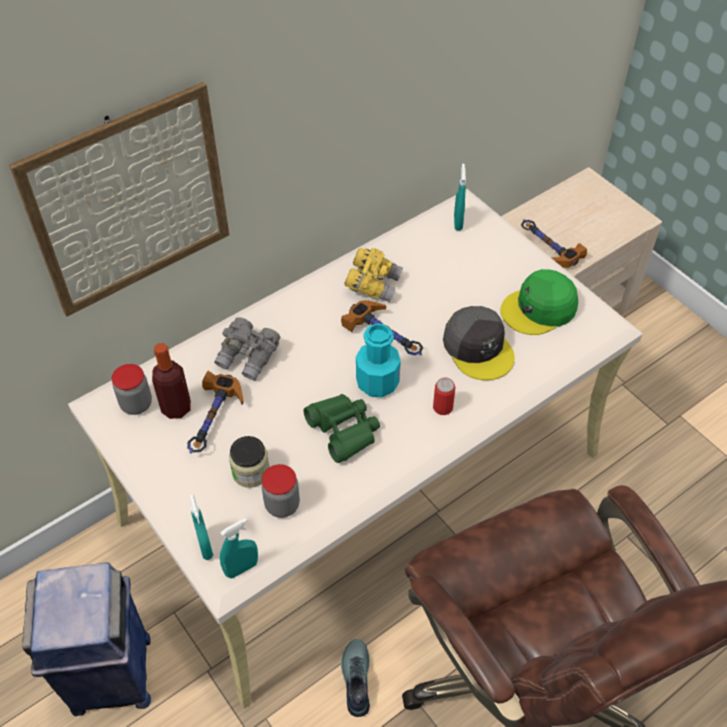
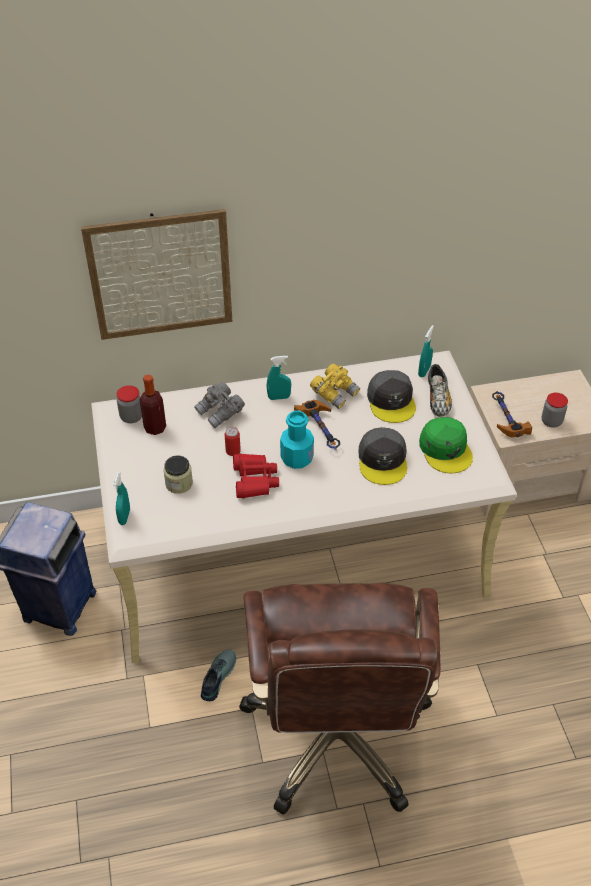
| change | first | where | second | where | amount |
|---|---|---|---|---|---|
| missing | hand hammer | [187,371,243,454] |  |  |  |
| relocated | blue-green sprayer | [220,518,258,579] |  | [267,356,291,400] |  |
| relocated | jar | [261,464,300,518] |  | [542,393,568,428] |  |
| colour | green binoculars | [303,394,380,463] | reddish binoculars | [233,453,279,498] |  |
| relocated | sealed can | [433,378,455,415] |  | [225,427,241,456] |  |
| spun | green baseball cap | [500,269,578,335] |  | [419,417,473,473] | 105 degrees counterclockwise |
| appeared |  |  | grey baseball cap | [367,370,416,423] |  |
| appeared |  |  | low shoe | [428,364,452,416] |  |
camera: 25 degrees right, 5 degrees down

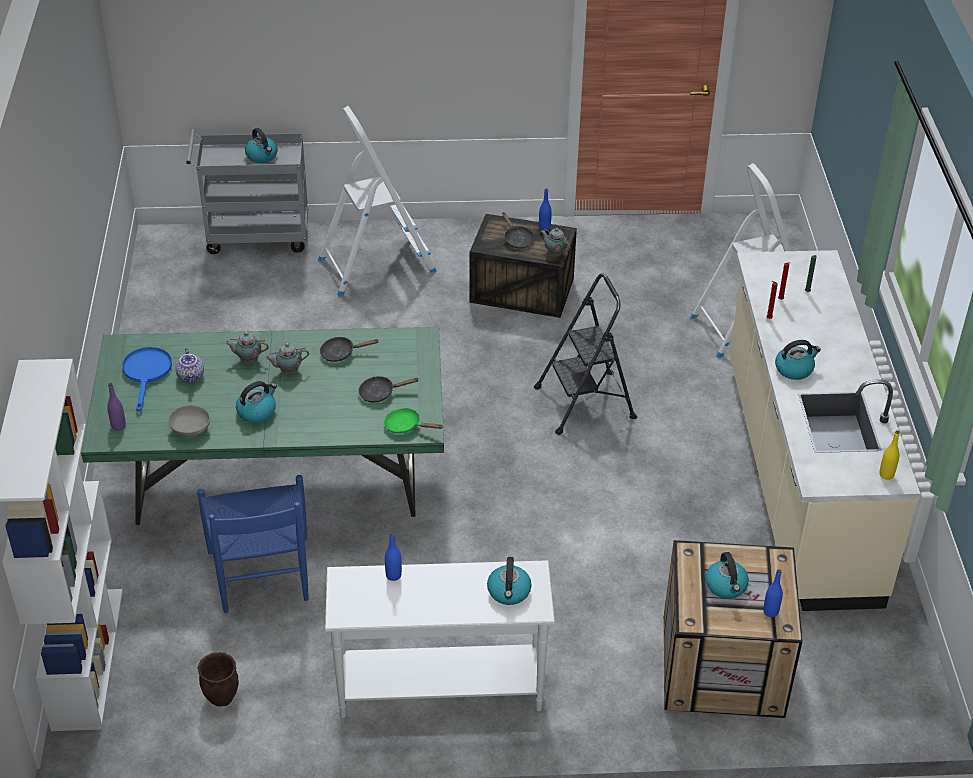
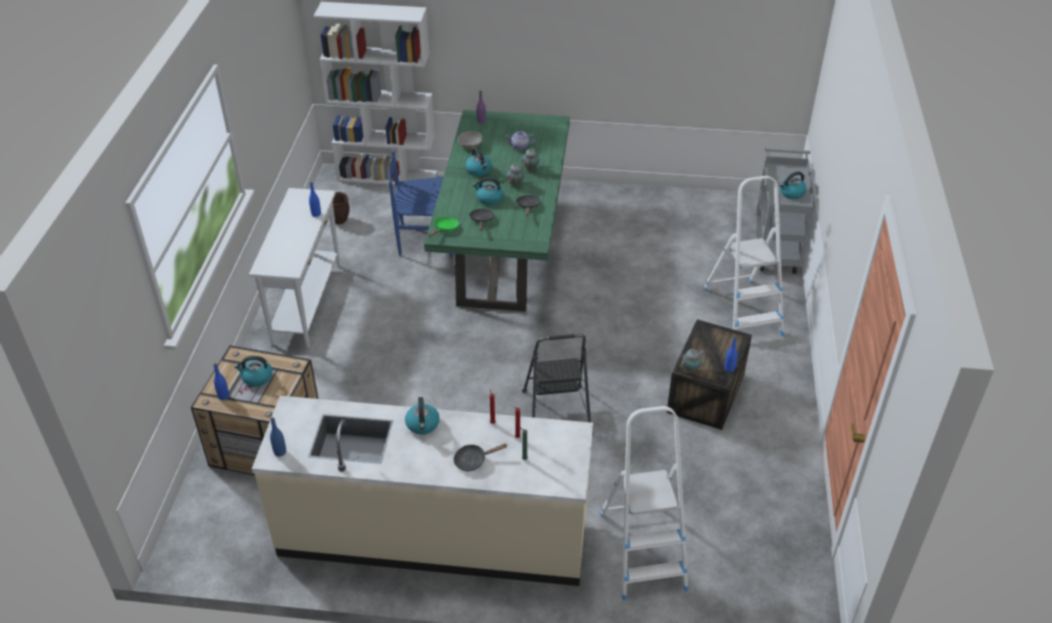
| change | first | where | second | where | amount |
|---|---|---|---|---|---|
| missing | bluish skillet | [122,347,172,412] |  |  |  |
| relocated | kettle | [487,557,532,605] |  | [473,177,503,205] |  |
| relocated | blackish skillet | [502,212,534,249] |  | [454,444,508,471] |  |
| colour | yellow-coloured bottle | [879,430,900,480] | bluish bottle | [270,417,286,457] |  |
camera: 100 degrees right, 0 degrees up

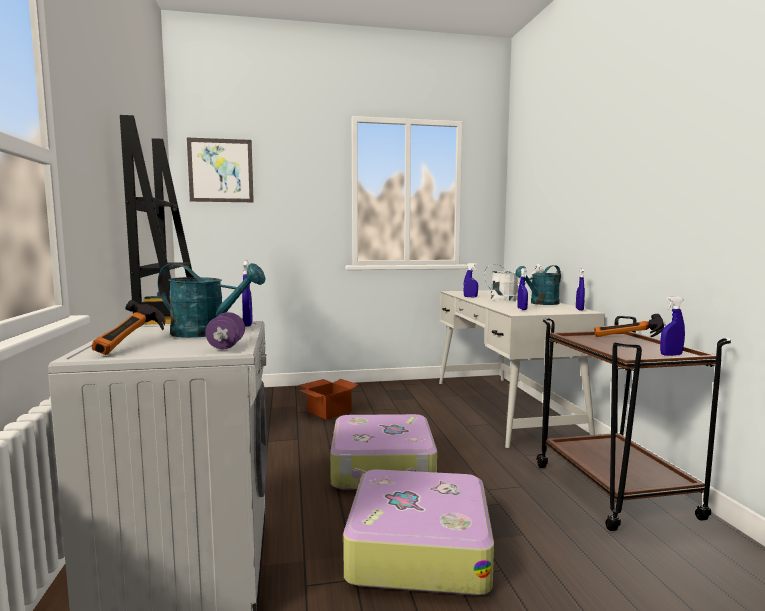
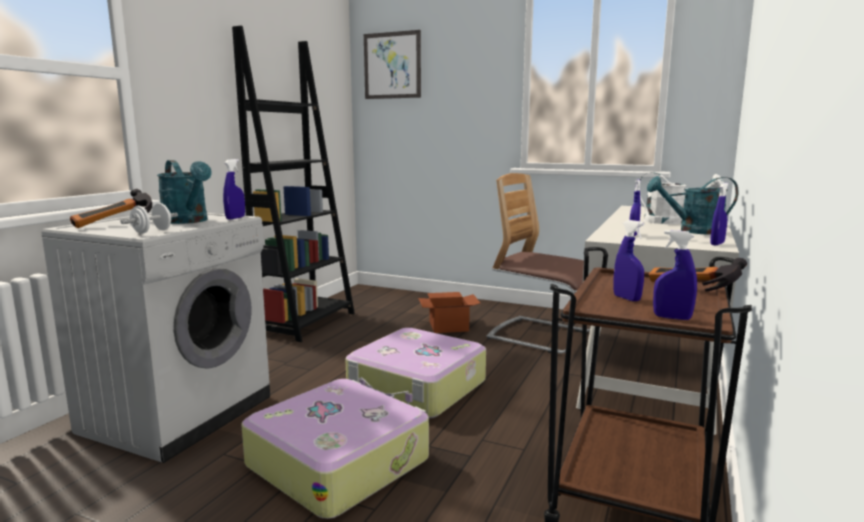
| change | first | where | second | where | amount |
|---|---|---|---|---|---|
| colour | purplish dumbbell | [205,312,245,349] | white-coloured dumbbell | [120,203,178,234] |  |
| relocated | bluish sprayer | [463,263,478,297] |  | [613,220,645,301] |  |
| appeared |  |  | chair | [486,173,590,353] |  |
camera: 35 degrees right, 5 degrees up

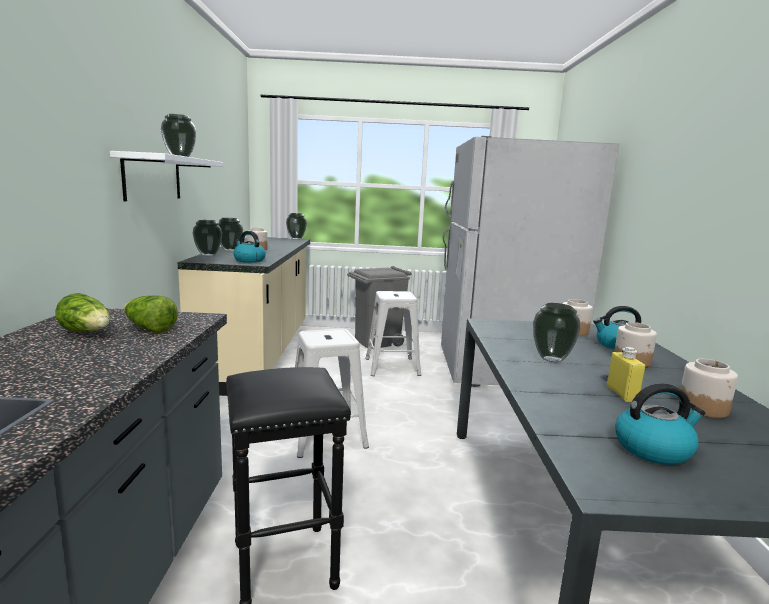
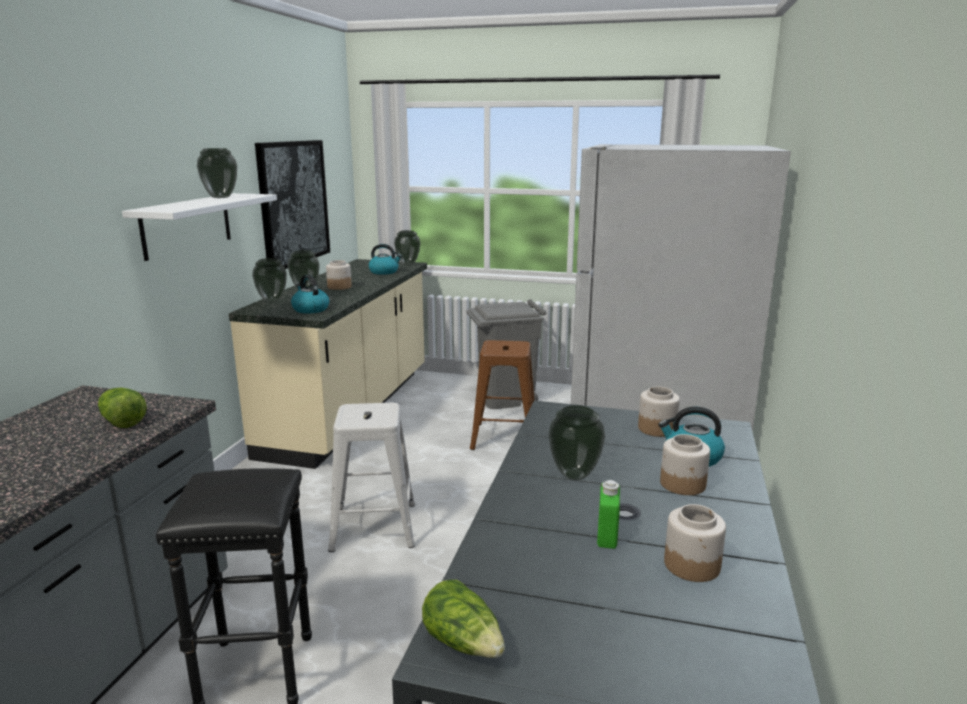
| change | first | where | second | where | amount |
|---|---|---|---|---|---|
| relocated | lettuce | [55,293,110,332] |  | [422,580,505,658] |  |
| colour | white-coloured sitting stool | [365,291,421,376] | brown sitting stool | [470,340,534,450] |  |
| colour | yellow-coloured bottle | [607,347,645,402] | green bottle | [597,480,620,549] |  |
| relocated | kettle | [615,383,705,465] |  | [369,244,402,275] |  |
| appeared |  |  | wall picture | [255,140,330,269] |  |
camera: 15 degrees right, 5 degrees up

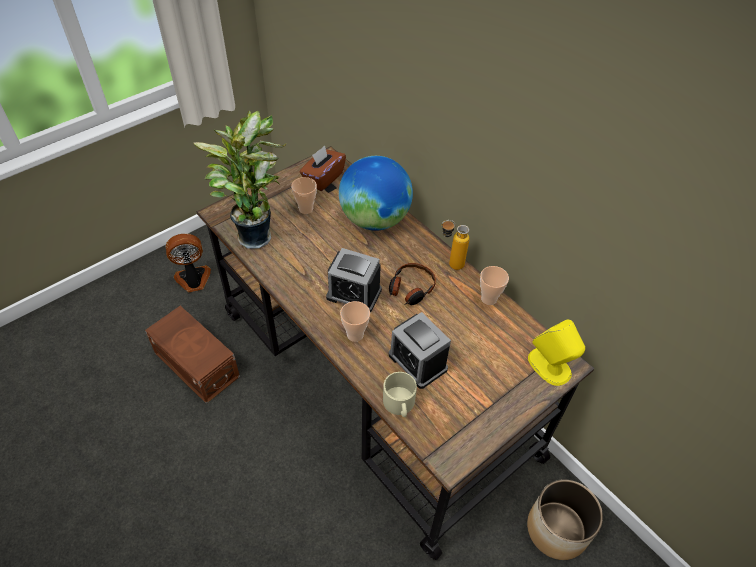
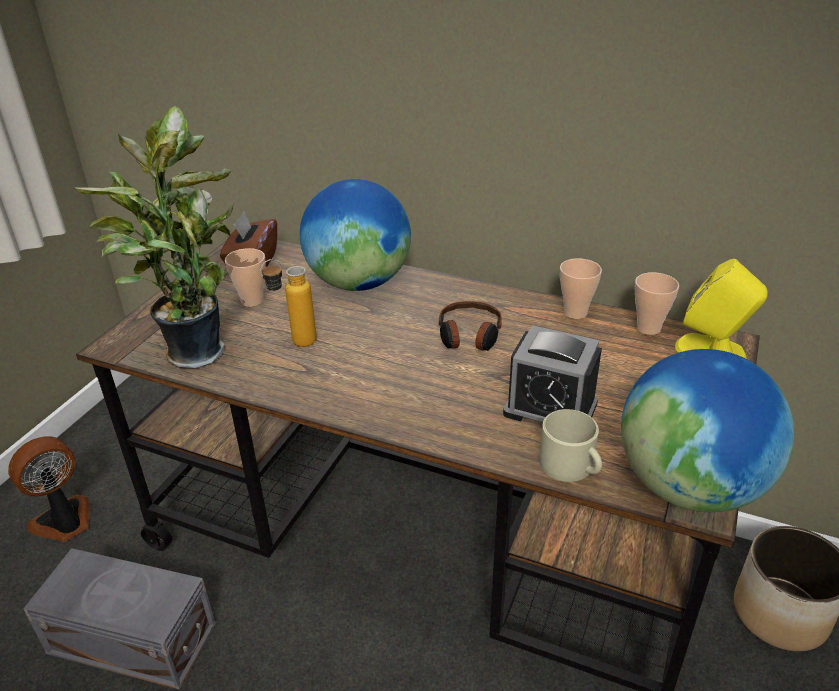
| change | first | where | second | where | amount |
|---|---|---|---|---|---|
| colour | brown storage container | [145,306,240,404] | grey storage container | [23,548,216,689] |  |
| missing | alarm clock | [326,248,382,312] |  |  |  |
| relocated | cup | [340,301,370,342] |  | [635,272,679,335] |  |
| relocated | bottle | [441,220,470,270] |  | [260,259,317,347] |  |
| appeared |  |  | world globe | [621,349,794,512] |  |
camera: 25 degrees left, 15 degrees down

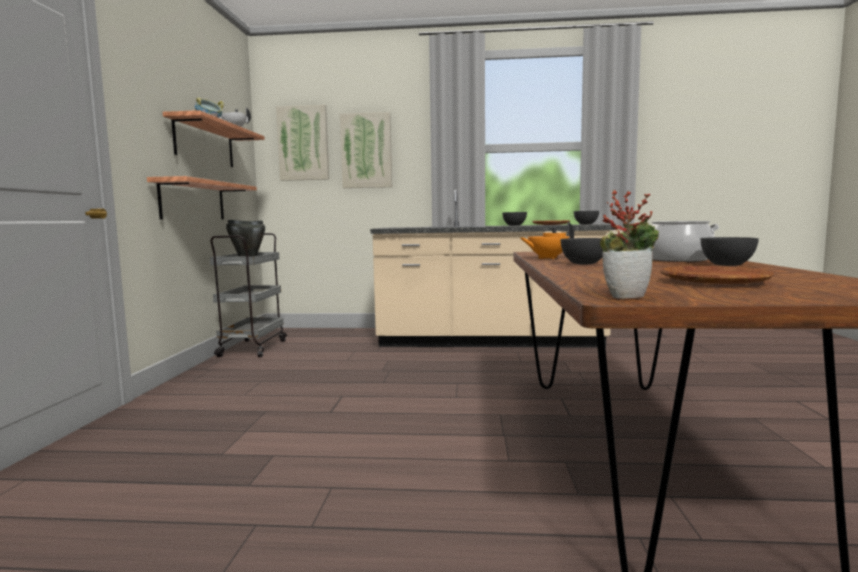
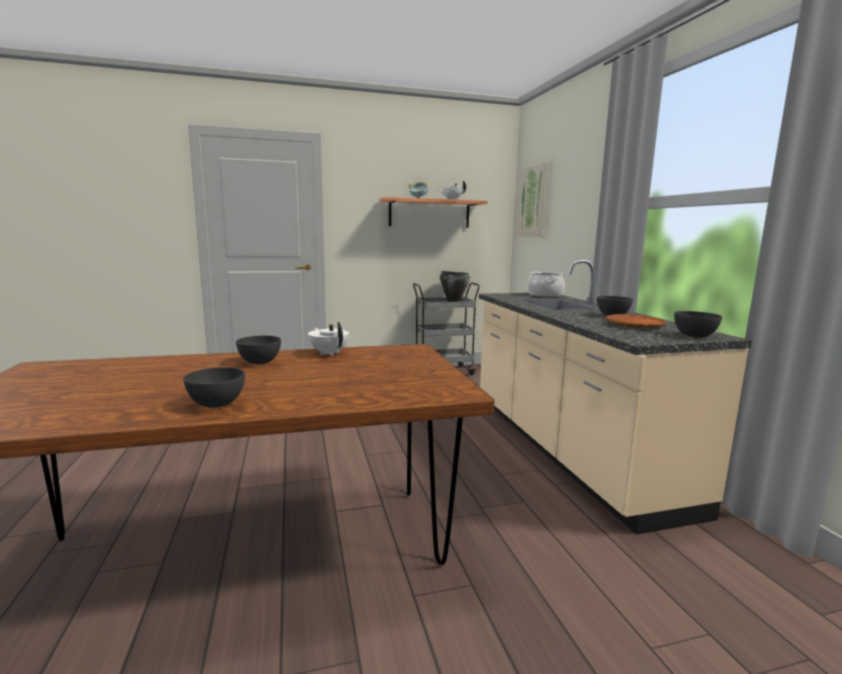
| change | first | where | second | where | amount |
|---|---|---|---|---|---|
| missing | wall shelf | [147,176,257,220] |  |  |  |
| missing | wall picture | [340,112,392,188] |  |  |  |
| colour | orange-coloured pot for tea | [521,221,574,259] | white-coloured pot for tea | [308,322,349,356] |  |
| missing | plant in a pot | [600,190,659,299] |  |  |  |
| relocated | cooking pot | [651,221,719,262] |  | [527,272,565,297] |  |
| missing | brown flat dish | [660,266,774,284] |  |  |  |
camera: 70 degrees right, 5 degrees up

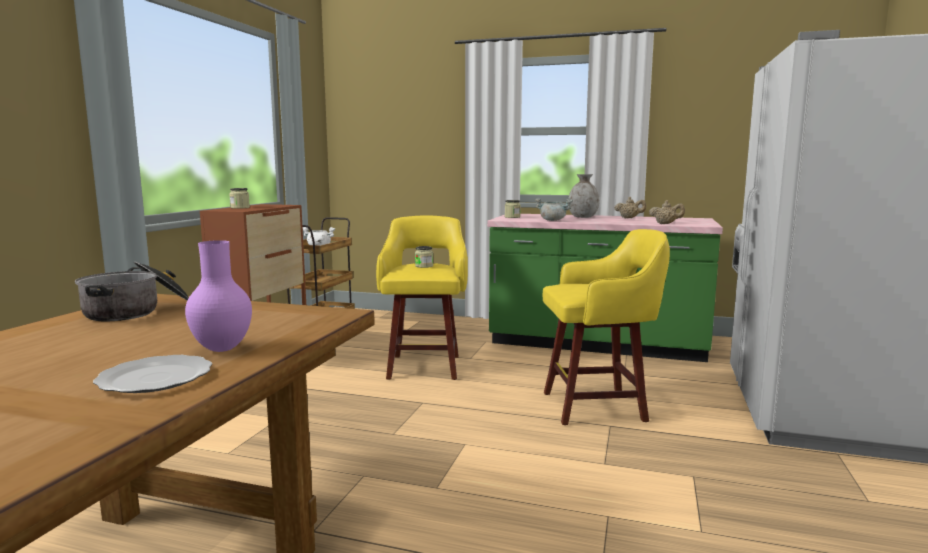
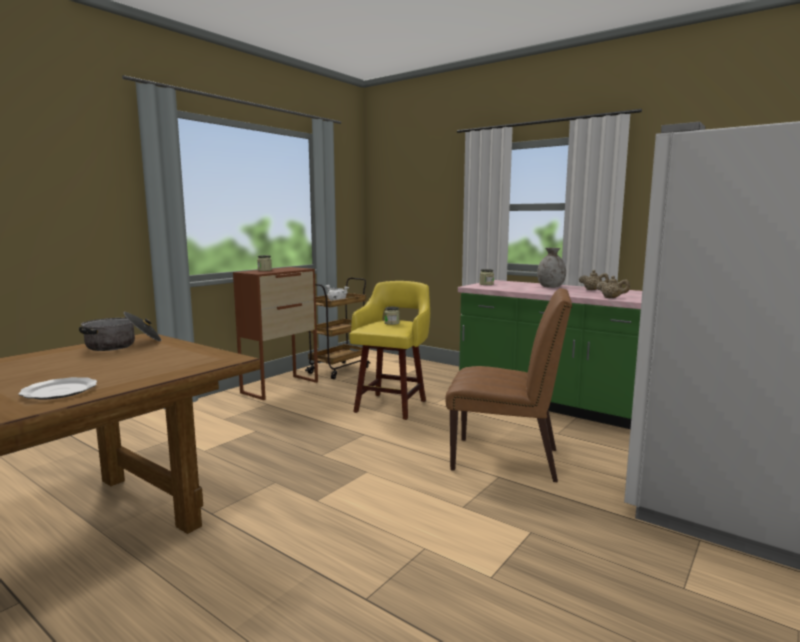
| change | first | where | second | where | amount |
|---|---|---|---|---|---|
| missing | purplish vase | [185,240,252,352] |  |  |  |
| missing | grey cooking pot | [535,198,573,221] |  |  |  |
| exchanged | yellow-coloured sitting stool | [543,229,670,425] | brown chair | [446,288,572,482] |  |
camera: 20 degrees right, 0 degrees up

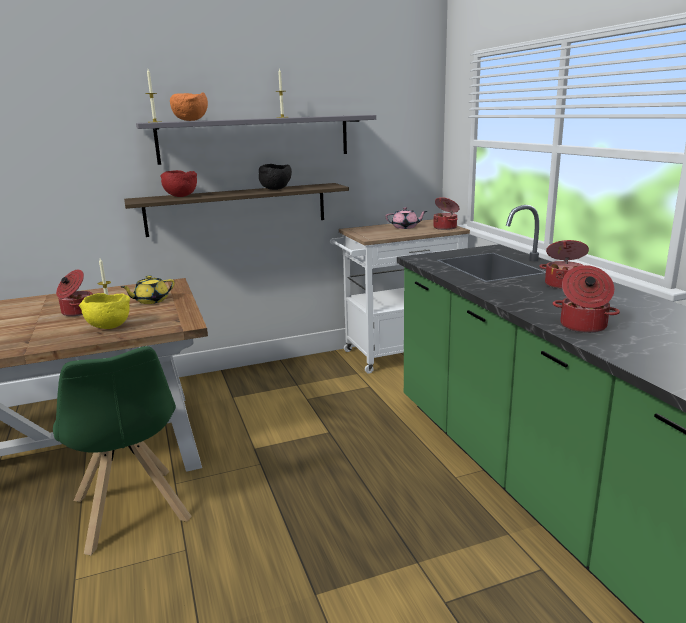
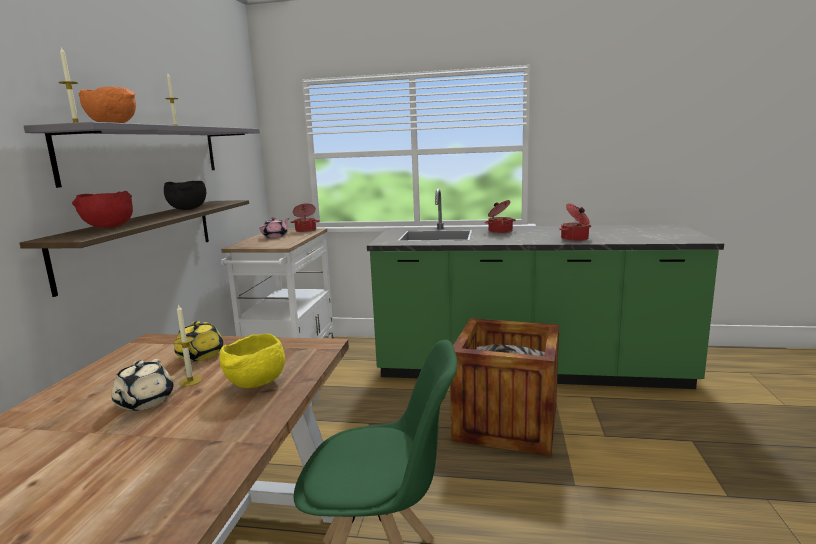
| change | first | where | second | where | amount |
|---|---|---|---|---|---|
| exchanged | cooking pot | [56,270,93,316] | beige-coloured pot for tea | [112,359,174,411] |  |
| appeared |  |  | crate | [450,318,559,456] |  |
camera: 60 degrees left, 5 degrees down

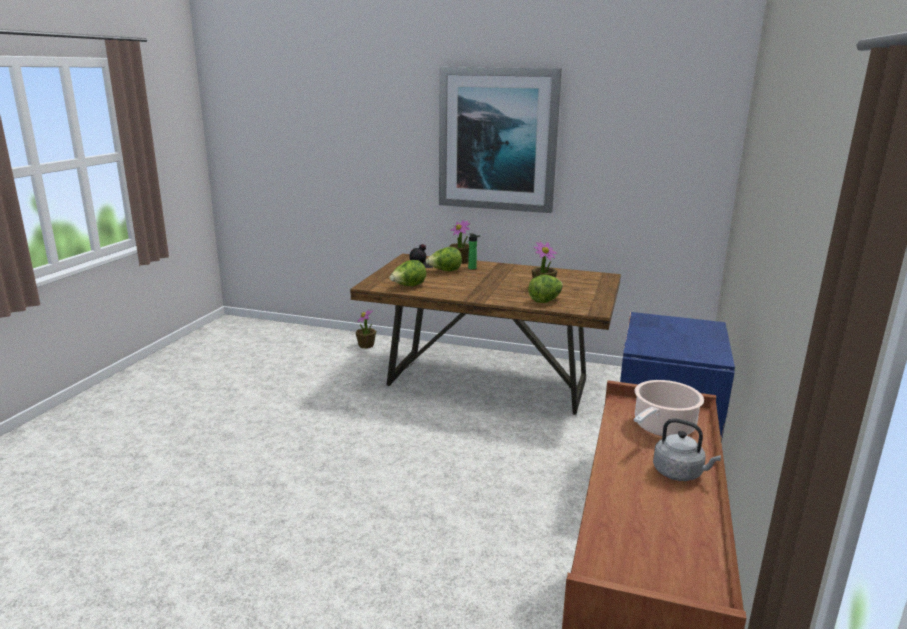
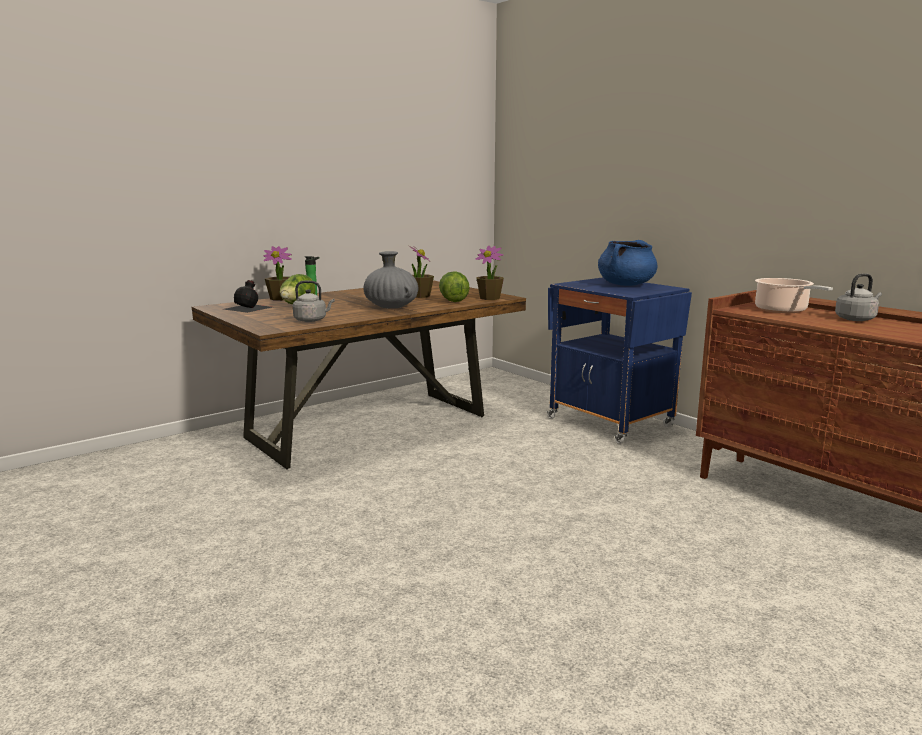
| change | first | where | second | where | amount |
|---|---|---|---|---|---|
| relocated | plant in a pot | [355,309,376,348] |  | [476,246,504,300] |  |
| exchanged | lettuce | [390,260,426,286] | grey kettle | [293,281,335,322] |  |
| missing | wall picture | [439,67,562,213] |  |  |  |
| appeared |  |  | grey vase | [363,251,418,308] |  |
| appeared |  |  | bluish cooking pot | [598,240,658,286] |  |
camera: 55 degrees left, 5 degrees down

